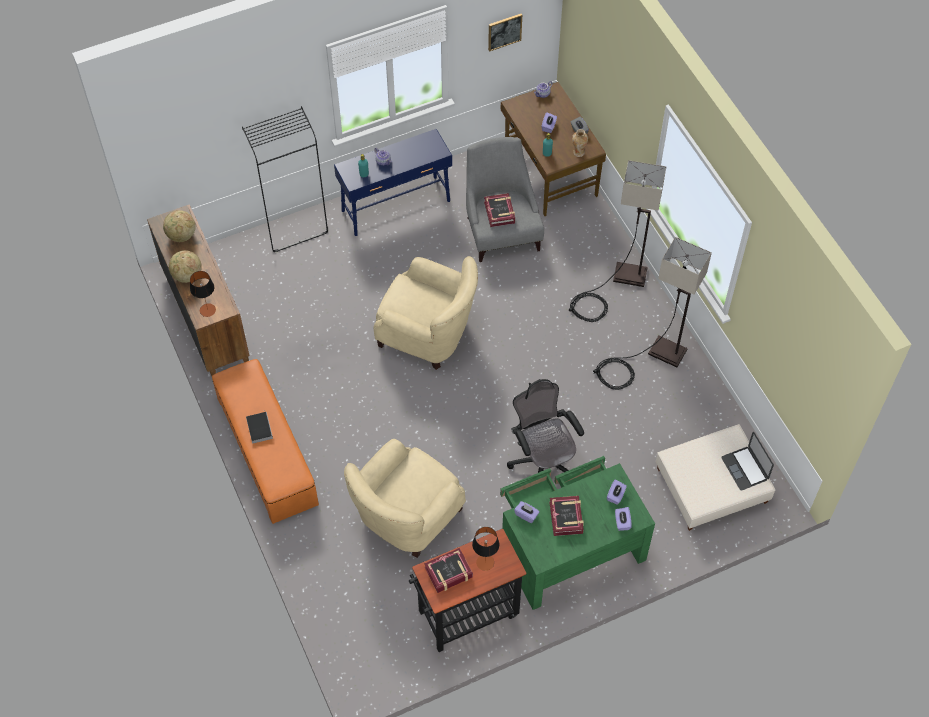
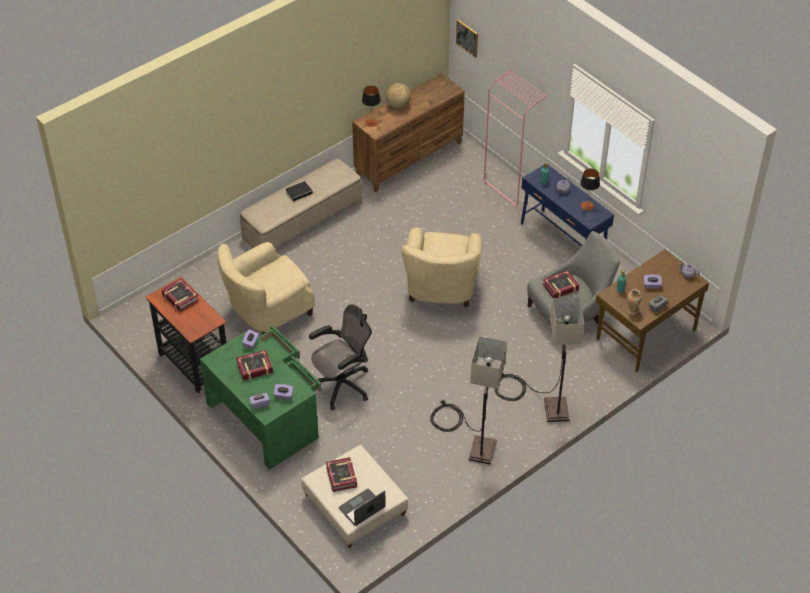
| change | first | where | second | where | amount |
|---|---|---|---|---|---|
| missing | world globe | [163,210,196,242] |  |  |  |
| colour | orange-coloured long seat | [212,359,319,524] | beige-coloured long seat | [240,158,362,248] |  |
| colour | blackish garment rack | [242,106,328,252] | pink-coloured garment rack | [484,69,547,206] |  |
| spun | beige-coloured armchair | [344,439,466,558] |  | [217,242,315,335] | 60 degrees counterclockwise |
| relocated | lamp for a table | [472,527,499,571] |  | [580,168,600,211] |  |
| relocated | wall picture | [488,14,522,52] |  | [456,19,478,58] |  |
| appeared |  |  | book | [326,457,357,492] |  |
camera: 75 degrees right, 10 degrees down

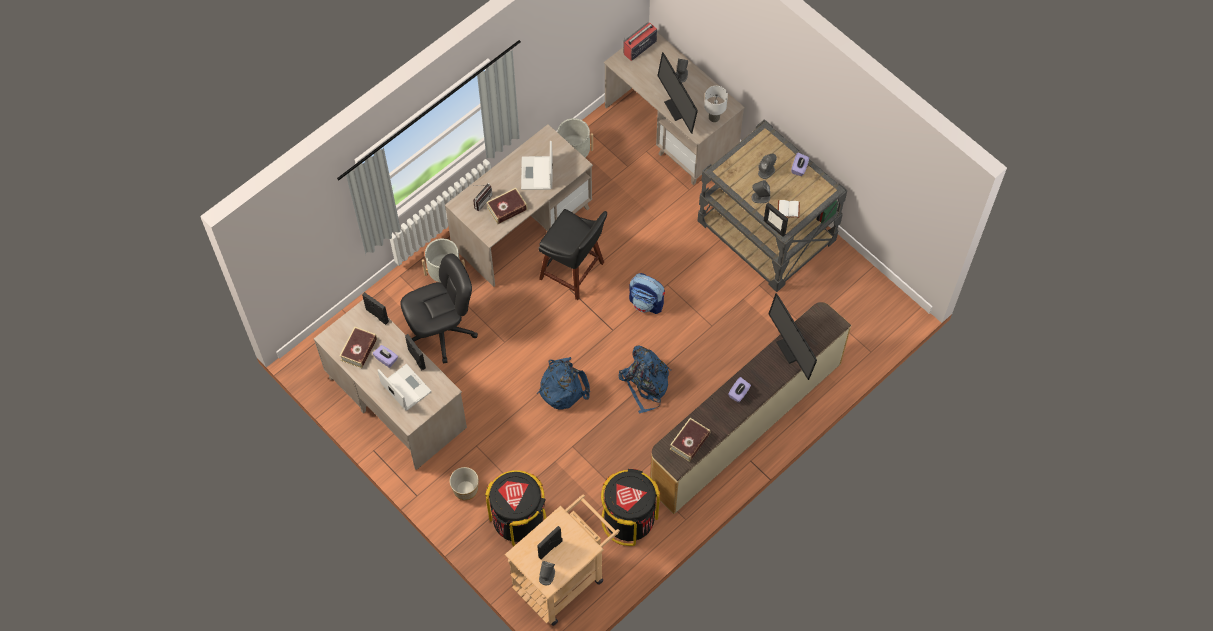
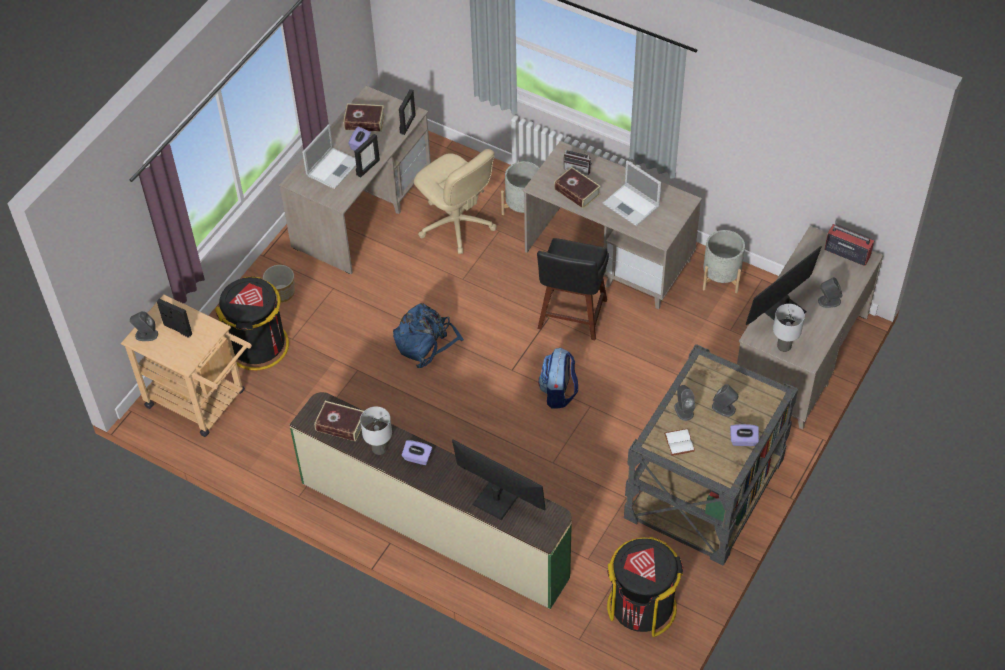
| change | first | where | second | where | amount |
|---|---|---|---|---|---|
| colour | blackish office chair | [400,254,478,363] | beige-coloured office chair | [414,149,497,254] |  |
| spun | laptop | [521,141,553,190] |  | [603,160,662,226] | 120 degrees counterclockwise |
| relocated | blackish trash can | [601,469,660,546] |  | [607,537,683,637] |  |
| missing | bluish knapsack | [618,346,672,413] |  |  |  |
| colour | brown cabinet | [650,302,851,514] | green cabinet | [289,392,572,609] |  |
| missing | picture frame | [764,202,788,237] |  |  |  |
| spun | monitor | [768,293,817,380] |  | [452,439,546,520] | 75 degrees clockwise |
| appeared |  |  | white-coloured lamp for a table | [360,407,392,455] |  |
camera: 75 degrees right, 10 degrees down

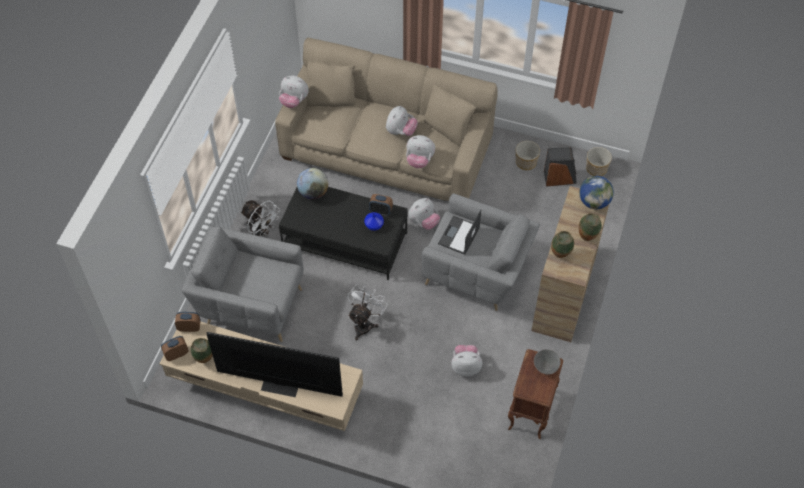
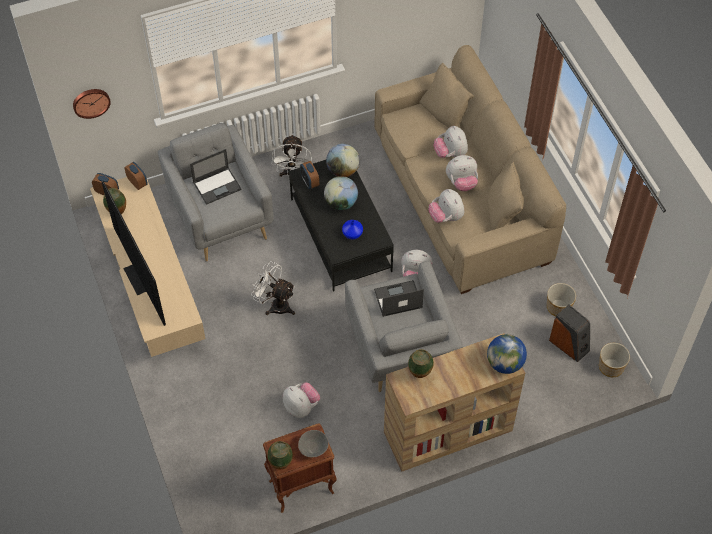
| change | first | where | second | where | amount |
|---|---|---|---|---|---|
| relocated | plush toy | [279,76,309,108] |  | [434,126,468,158] |  |
| spun | white-coloured fan | [348,285,387,340] |  | [251,261,295,315] | 135 degrees counterclockwise |
| relocated | alarm clock | [369,194,393,216] |  | [300,161,319,189] |  |
| relocated | vase | [579,213,602,241] |  | [267,441,293,469] |  |
| appeared |  |  | wall clock | [73,89,111,119] |  |
| appeared |  |  | laptop | [190,149,241,205] |  |
| appeared |  |  | world globe | [324,176,358,210] |  |
camera: 50 degrees right, 0 degrees up

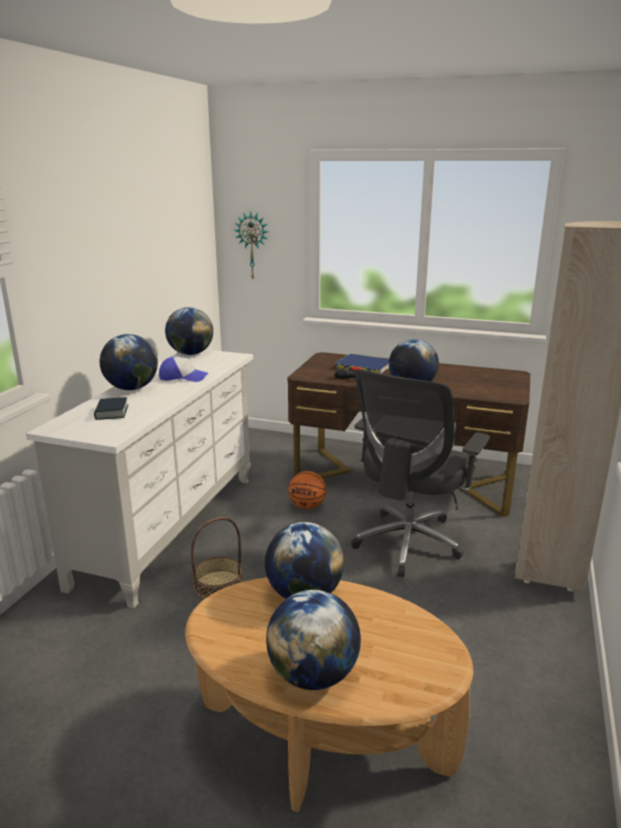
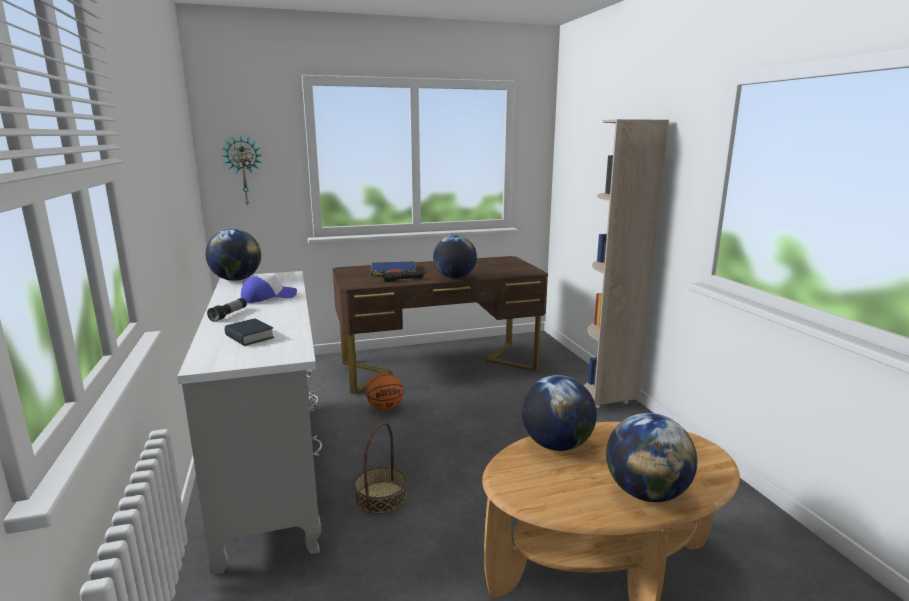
| change | first | where | second | where | amount |
|---|---|---|---|---|---|
| exchanged | world globe | [100,334,158,390] | torch | [207,298,247,322] |  |
| missing | office chair | [351,369,490,577] |  |  |  |
camera: 35 degrees left, 5 degrees down

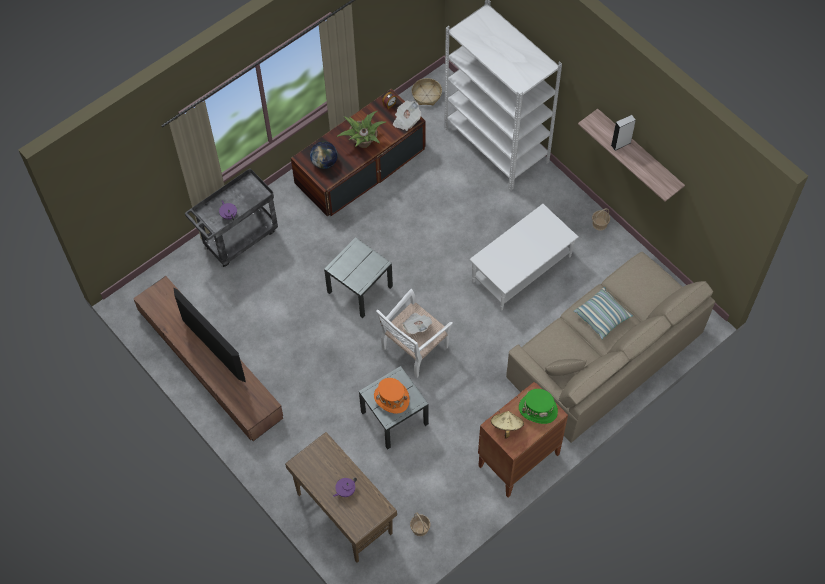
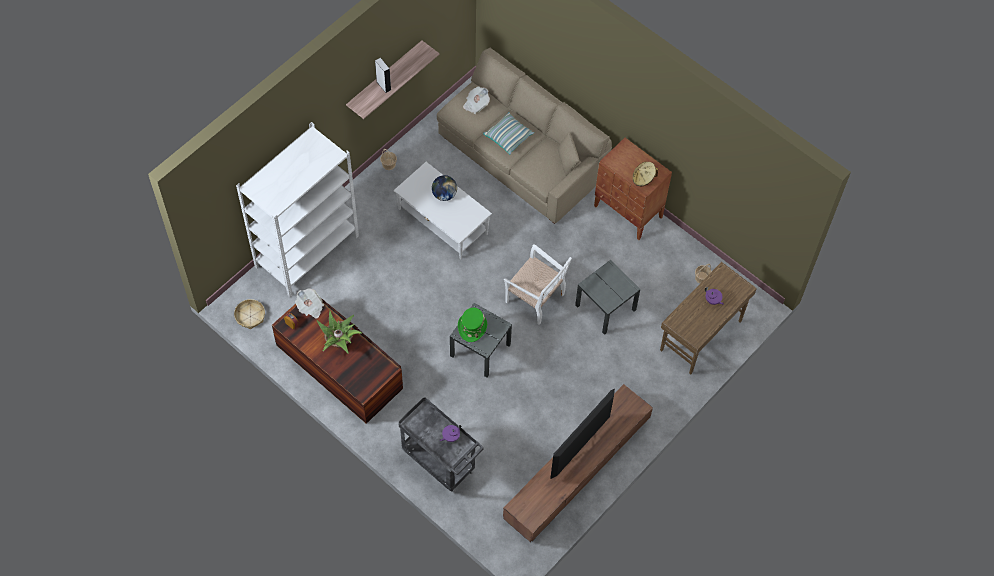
| change | first | where | second | where | amount |
|---|---|---|---|---|---|
| relocated | world globe | [310,141,338,169] |  | [432,175,457,201] |  |
| missing | orange-coloured hat | [374,378,410,414] |  |  |  |
| relocated | daily paper | [402,313,432,334] |  | [463,86,490,114] |  |
| relocated | green hat | [519,389,558,424] |  | [458,308,487,342] |  |
camera: 100 degrees left, 0 degrees up

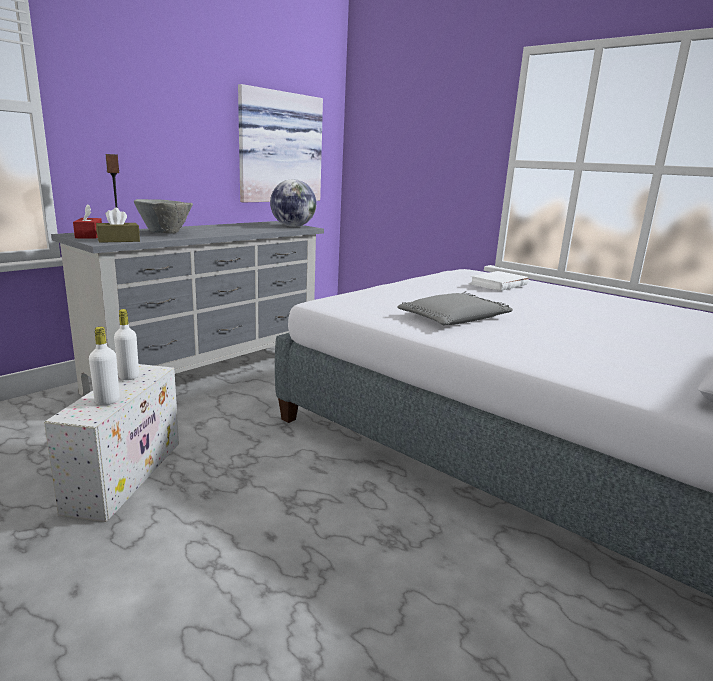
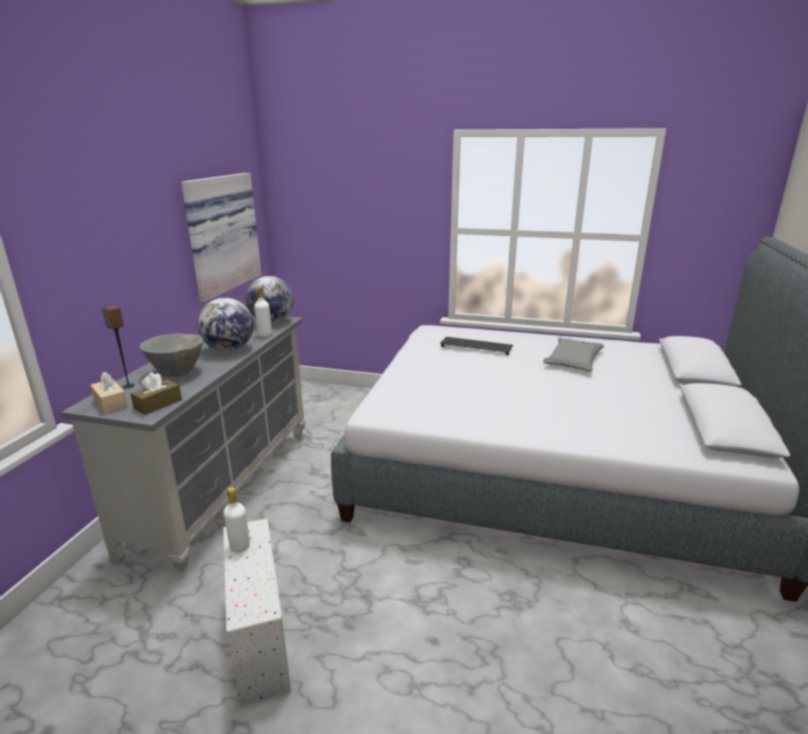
| change | first | where | second | where | amount |
|---|---|---|---|---|---|
| colour | reddish tissue box | [73,204,102,239] | beige-coloured tissue box | [90,372,128,414] |  |
| relocated | white-coloured bottle | [89,327,120,405] |  | [254,287,272,337] |  |
| relocated | grey pillow | [397,291,513,325] |  | [543,336,604,372] |  |
| exchanged | white-coloured book | [469,271,529,291] | computer keyboard | [440,337,513,355] |  |
| appeared |  |  | world globe | [197,298,254,351] |  |
camera: 25 degrees left, 5 degrees up

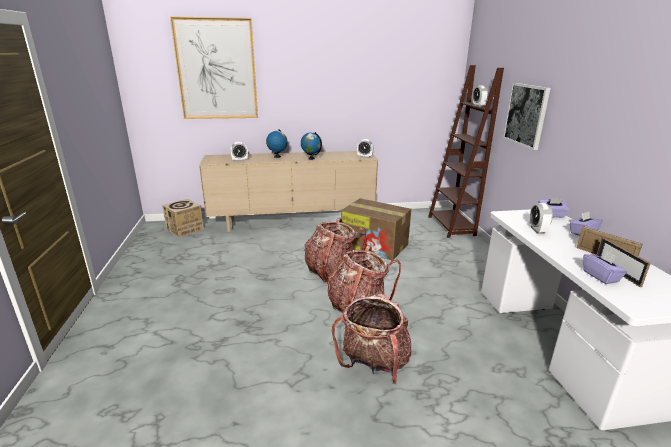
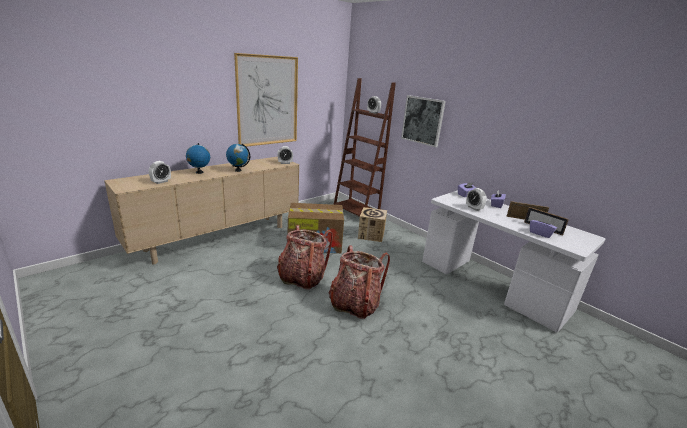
| change | first | where | second | where | amount |
|---|---|---|---|---|---|
| relocated | packing box | [162,199,204,237] |  | [358,207,387,242] |  |
| relocated | wall picture | [170,16,258,119] |  | [234,53,298,147] |  |
| missing | knapsack | [332,294,411,385] |  |  |  |
camera: 35 degrees left, 0 degrees up

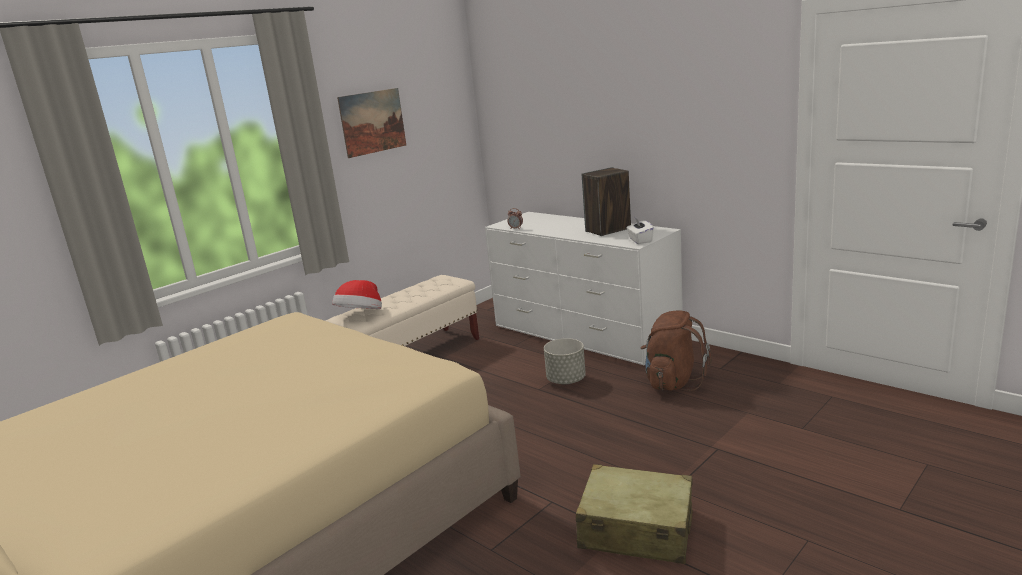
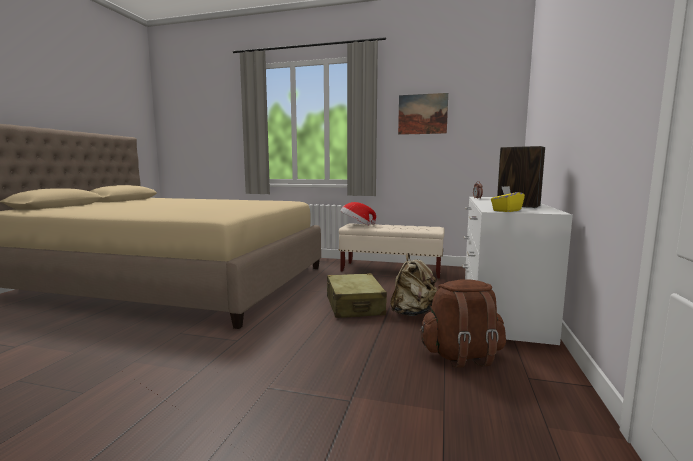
| change | first | where | second | where | amount |
|---|---|---|---|---|---|
| exchanged | grey planter | [544,338,586,385] | beige-coloured knapsack | [390,253,438,316] |  |
| relocated | beige-coloured travel case | [576,464,693,564] |  | [327,273,387,318] |  |
| colour | white-coloured tissue box | [626,218,654,244] | yellow-coloured tissue box | [491,186,525,212] |  |
camera: 60 degrees right, 10 degrees down

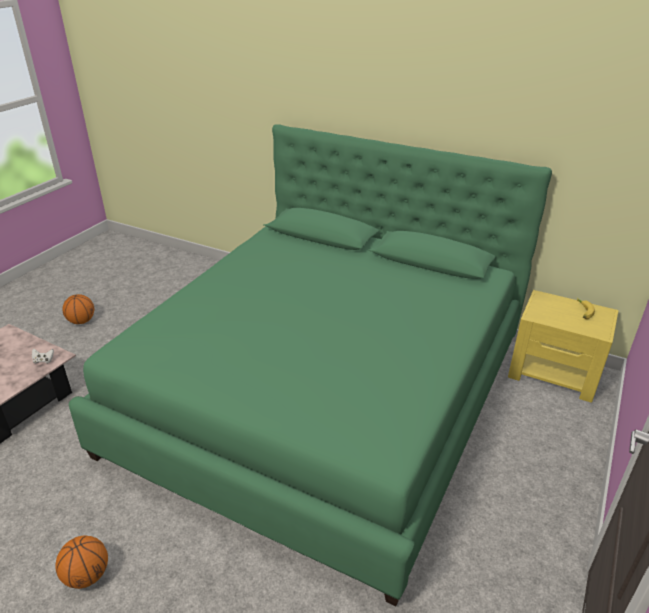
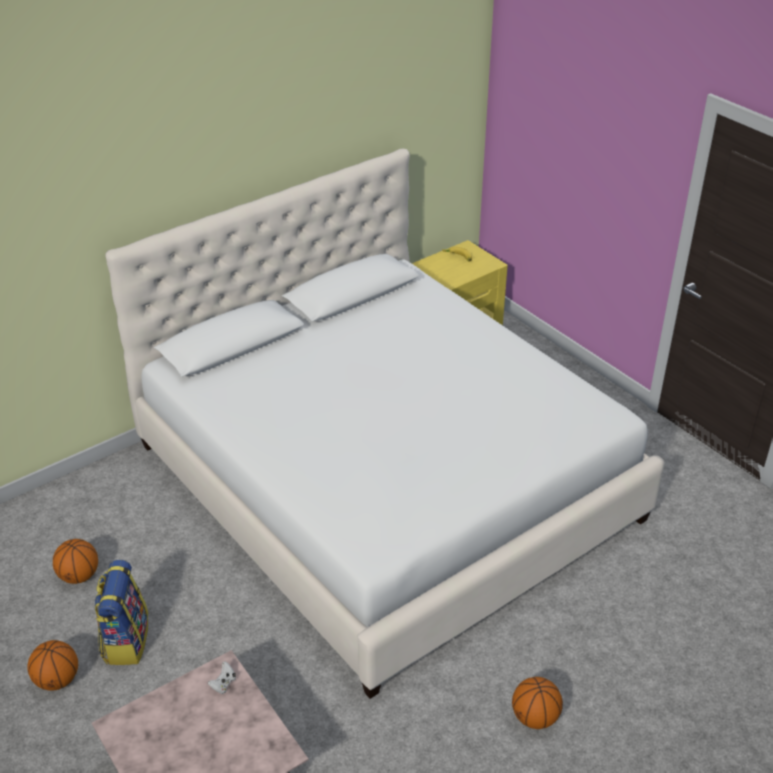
| change | first | where | second | where | amount |
|---|---|---|---|---|---|
| colour | green bed | [68,124,552,606] | white-coloured bed | [105,148,665,699] |  |
| appeared |  |  | ball for basketball | [53,539,98,584] |  |
| appeared |  |  | knapsack | [95,560,148,665] |  |
camera: 65 degrees left, 5 degrees up

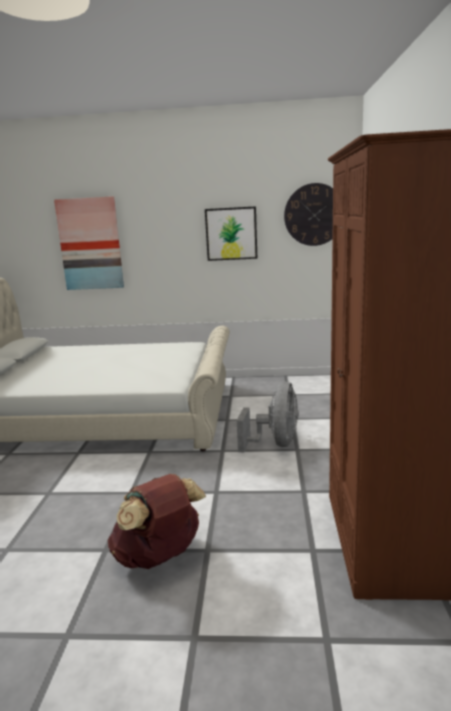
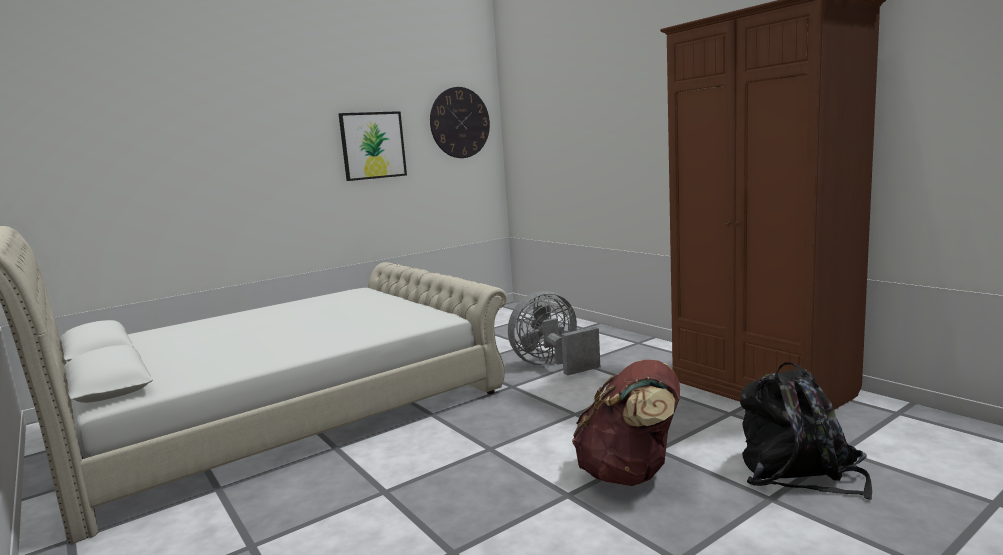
| change | first | where | second | where | amount |
|---|---|---|---|---|---|
| missing | wall picture | [54,196,124,290] |  |  |  |
| spun | grey fan | [237,382,299,453] |  | [508,291,600,376] | 90 degrees counterclockwise |
| appeared |  |  | blackish knapsack | [740,362,872,499] |  |
camera: 40 degrees left, 5 degrees down

